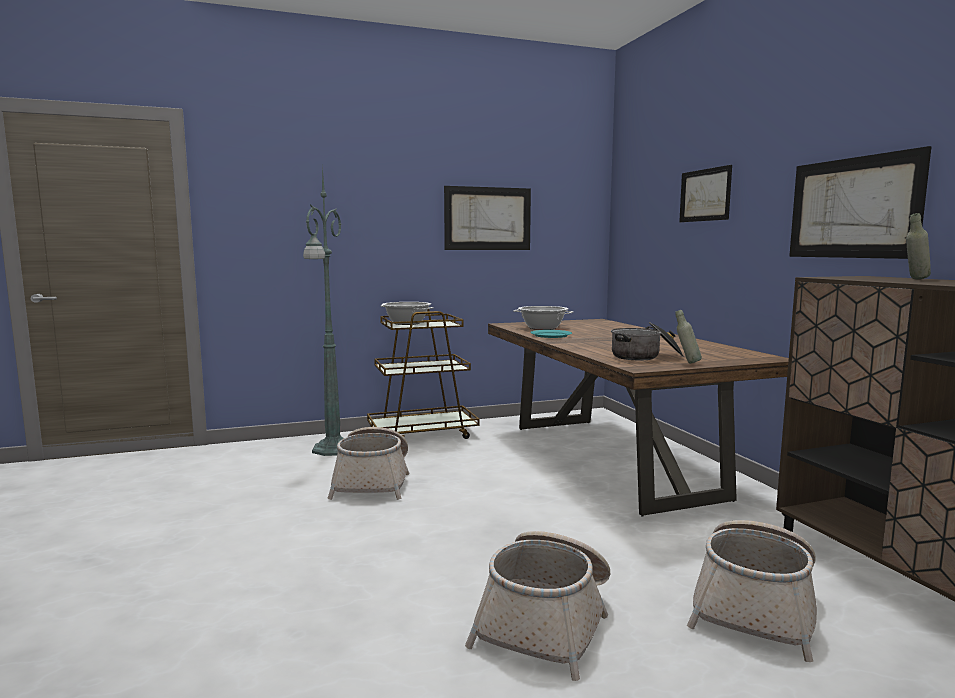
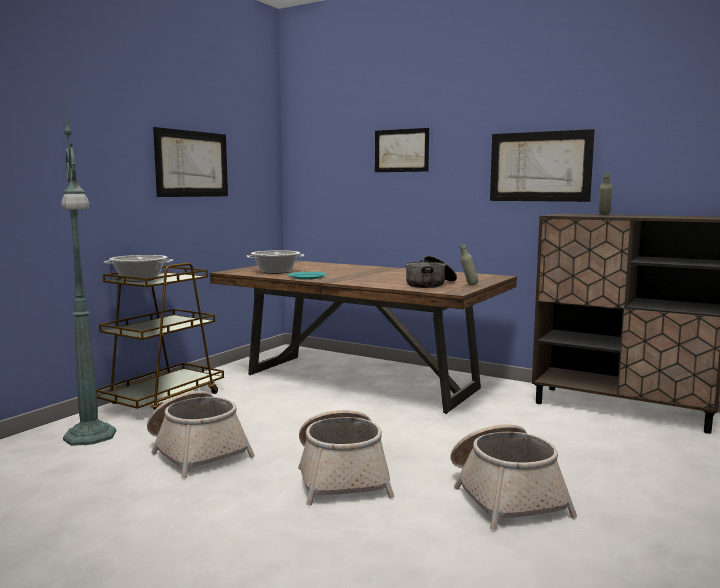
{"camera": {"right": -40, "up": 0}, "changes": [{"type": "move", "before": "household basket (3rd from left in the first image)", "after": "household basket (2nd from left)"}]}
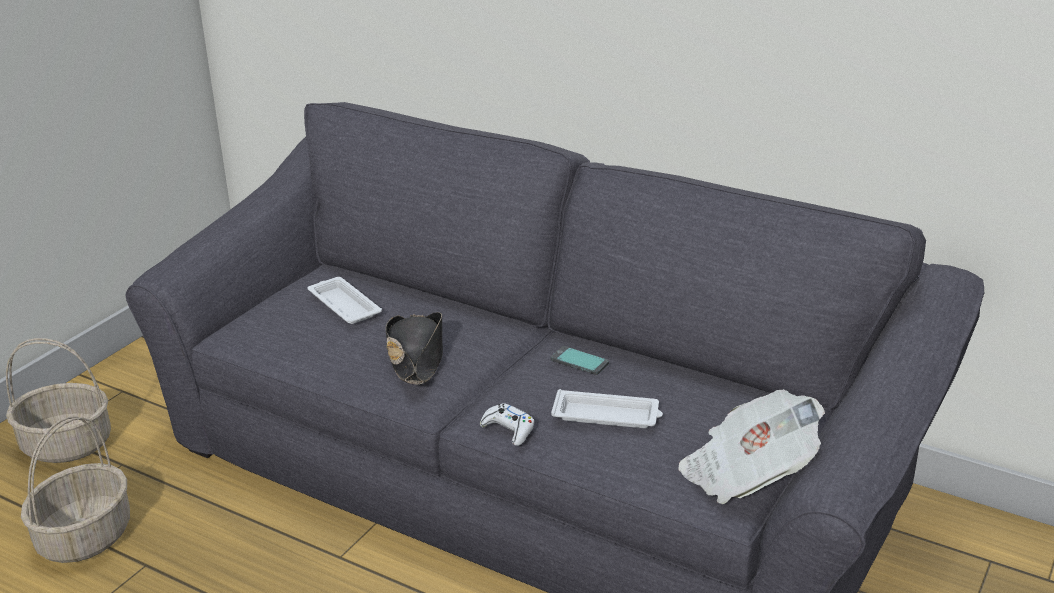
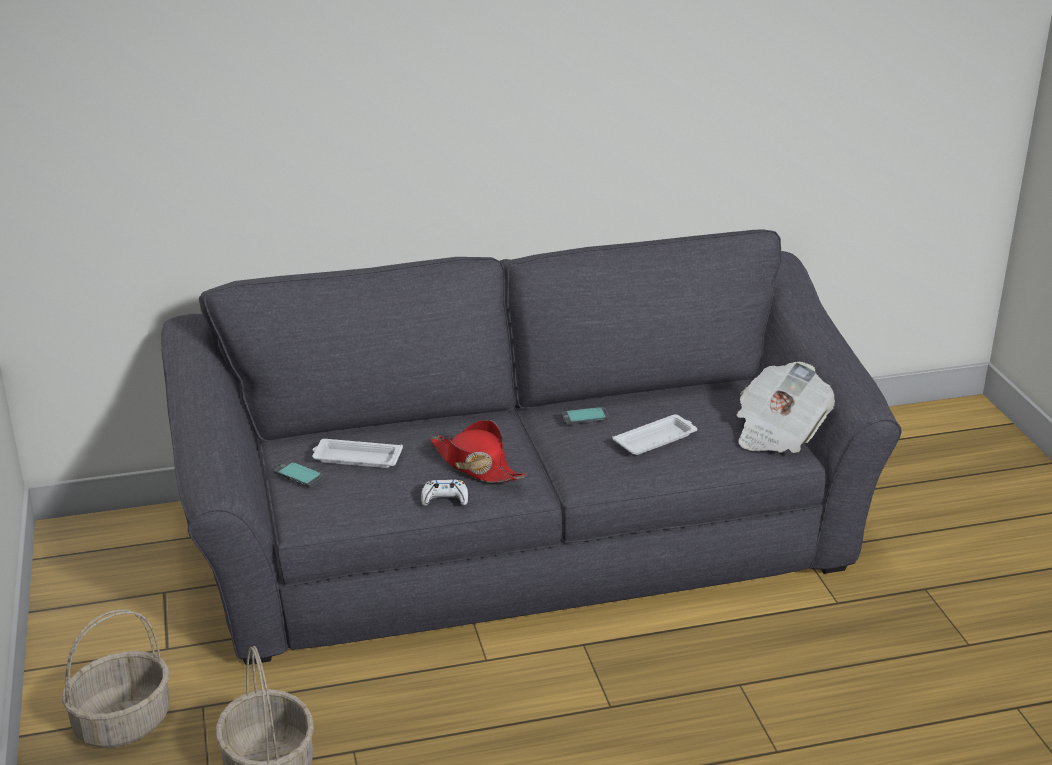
{"camera": {"right": -45, "up": 0}, "changes": [{"type": "insert", "after": "phone (1st from left)"}, {"type": "move", "before": "game controller/white"}, {"type": "recolor", "before": "clothing hat/black-coloured", "after": "clothing hat/red"}]}
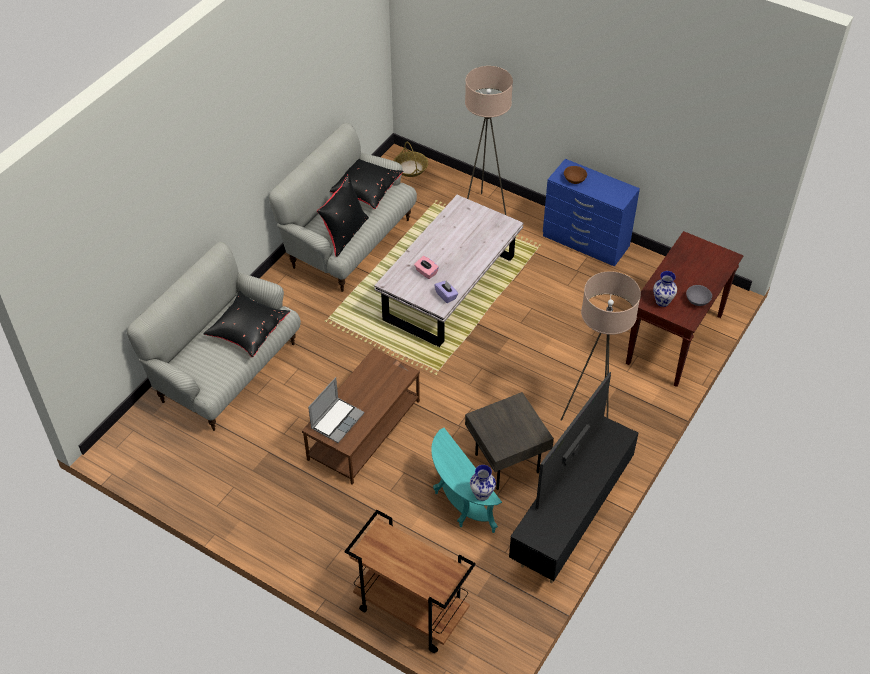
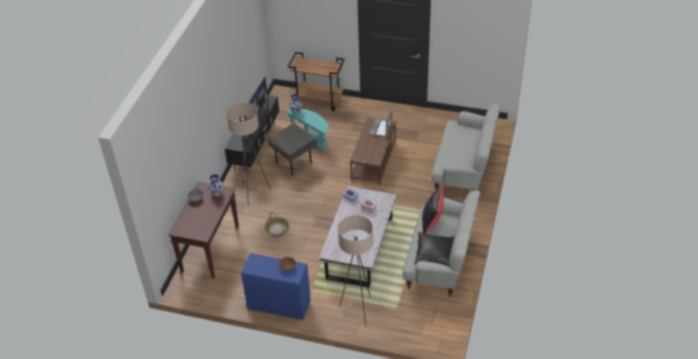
{"camera": {"right": 165, "up": -5}, "changes": [{"type": "move", "before": "household basket"}, {"type": "delete", "before": "pillow/black-coloured (1st from left)"}]}
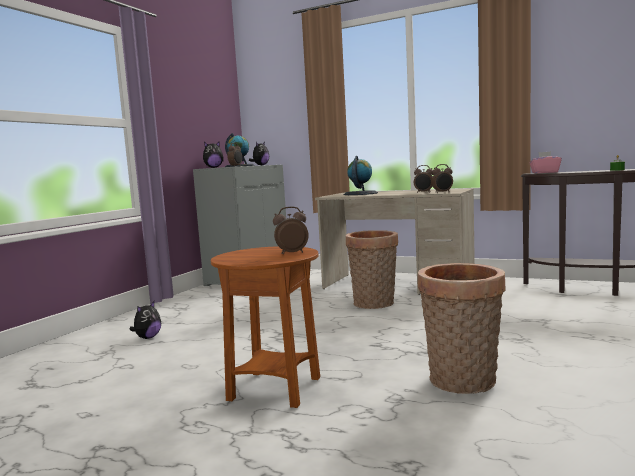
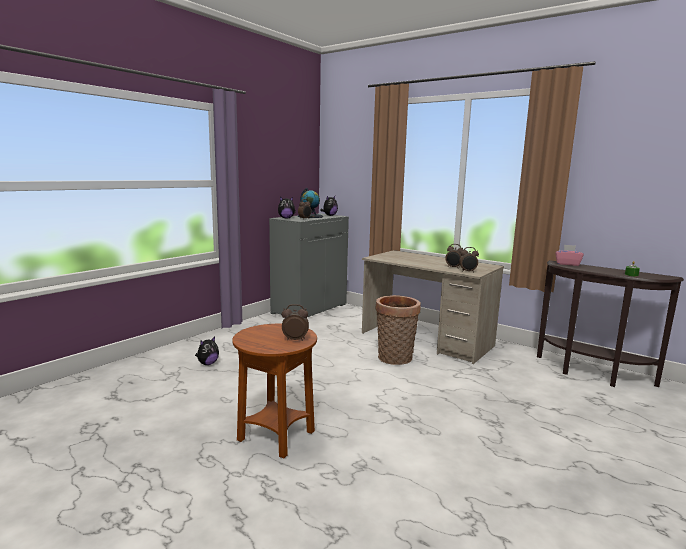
{"camera": {"right": 10, "up": 5}, "changes": [{"type": "delete", "before": "world globe (2nd from left)"}, {"type": "delete", "before": "household basket (2nd from left)"}]}
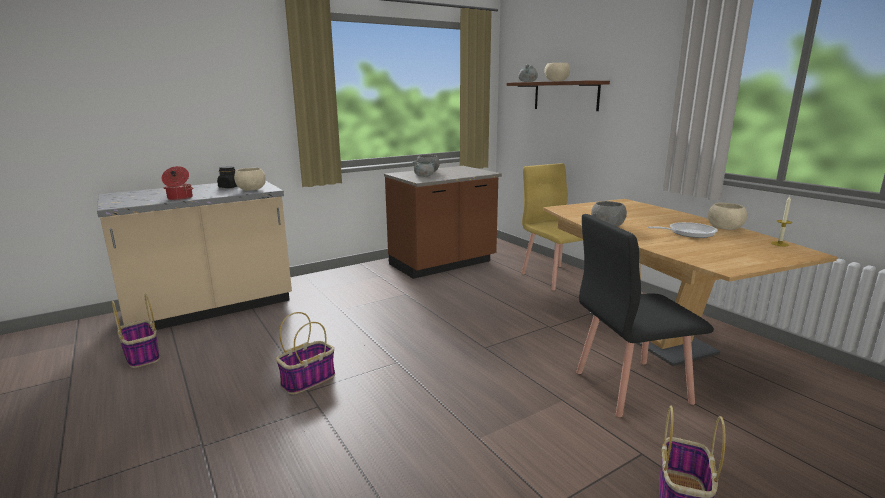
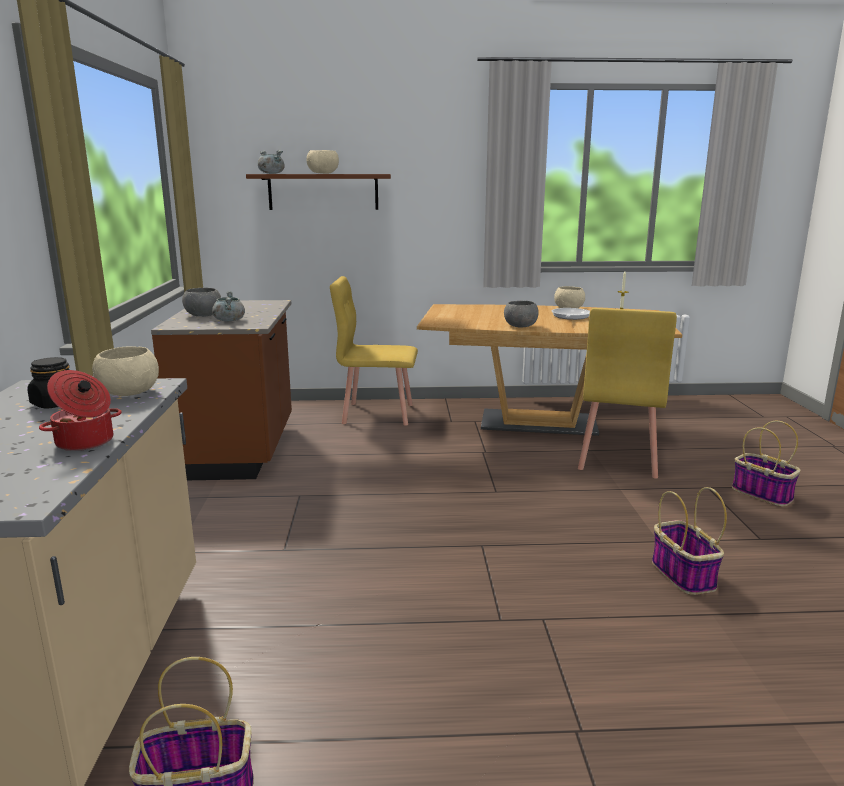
{"camera": {"right": -60, "up": 0}, "changes": [{"type": "recolor", "before": "plain chair/black-coloured", "after": "plain chair/yellowish (2nd from left)"}, {"type": "move", "before": "household basket (2nd from left)"}]}
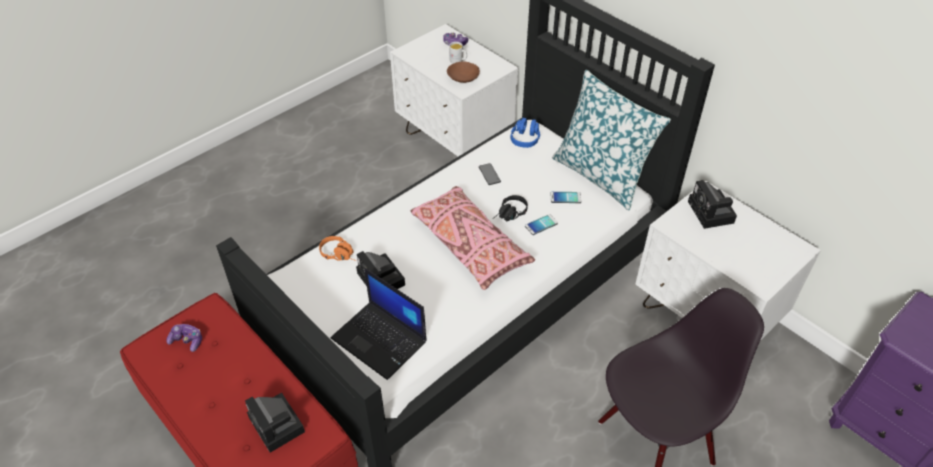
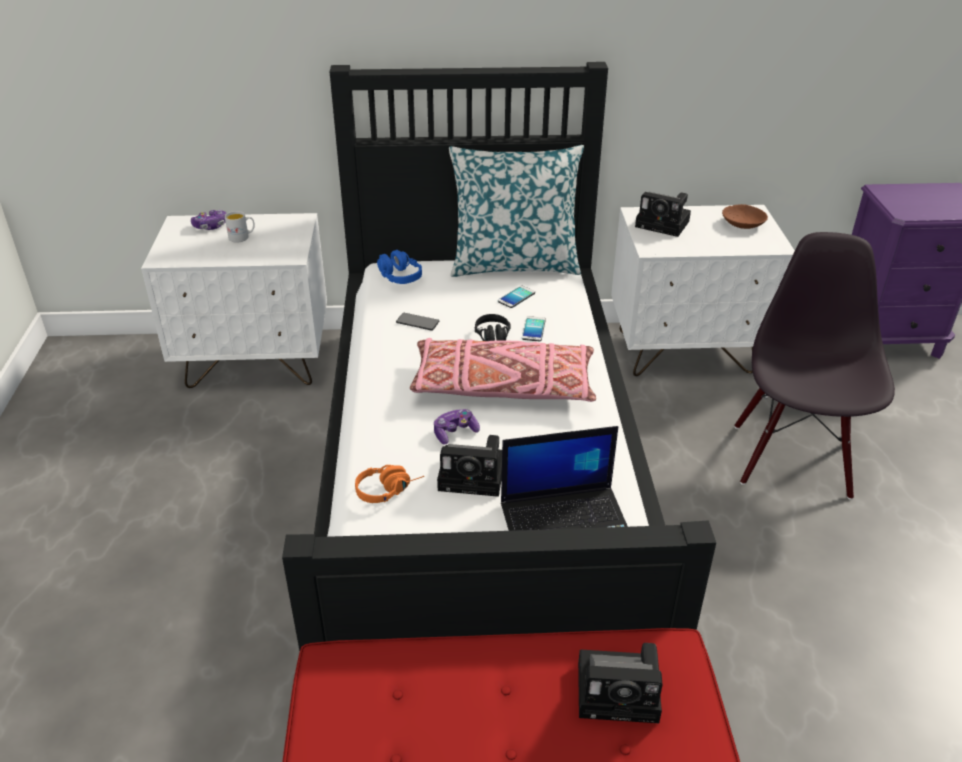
{"camera": {"right": -50, "up": -10}, "changes": [{"type": "move", "before": "game controller (1st from left in the first image)", "after": "game controller (2nd from left)"}, {"type": "move", "before": "serving bowl/brown-coloured"}]}
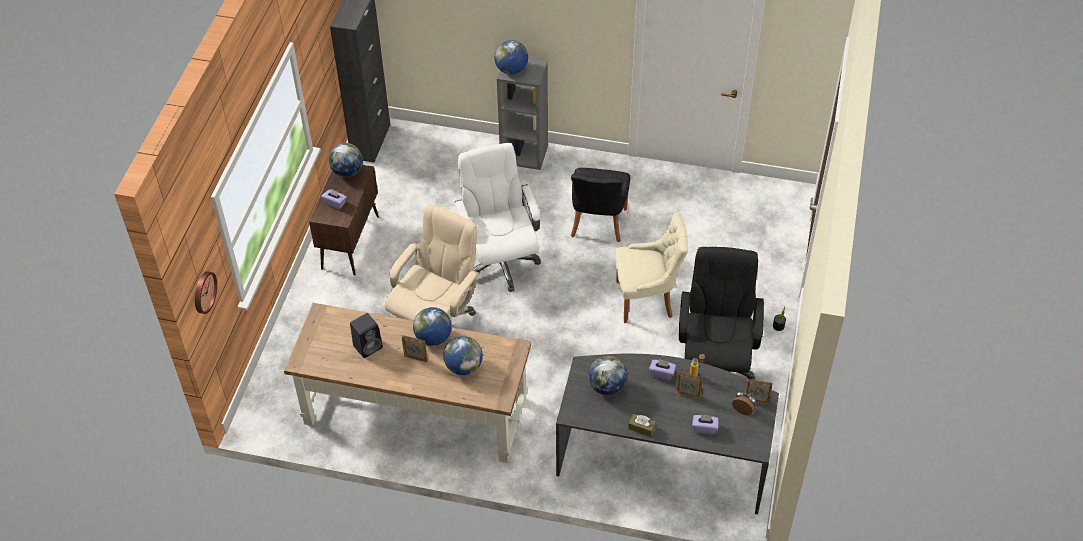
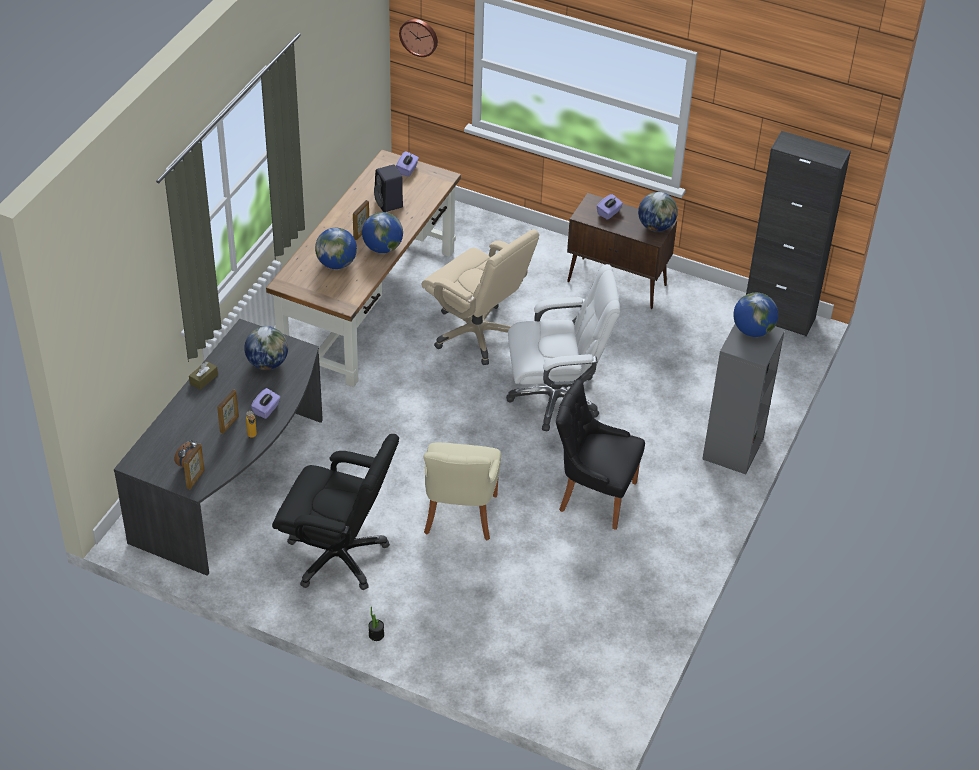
{"camera": {"right": 100, "up": -5}, "changes": [{"type": "move", "before": "box of tissues/purplish (3rd from left in the first image)", "after": "box of tissues/purplish (2nd from left)"}]}
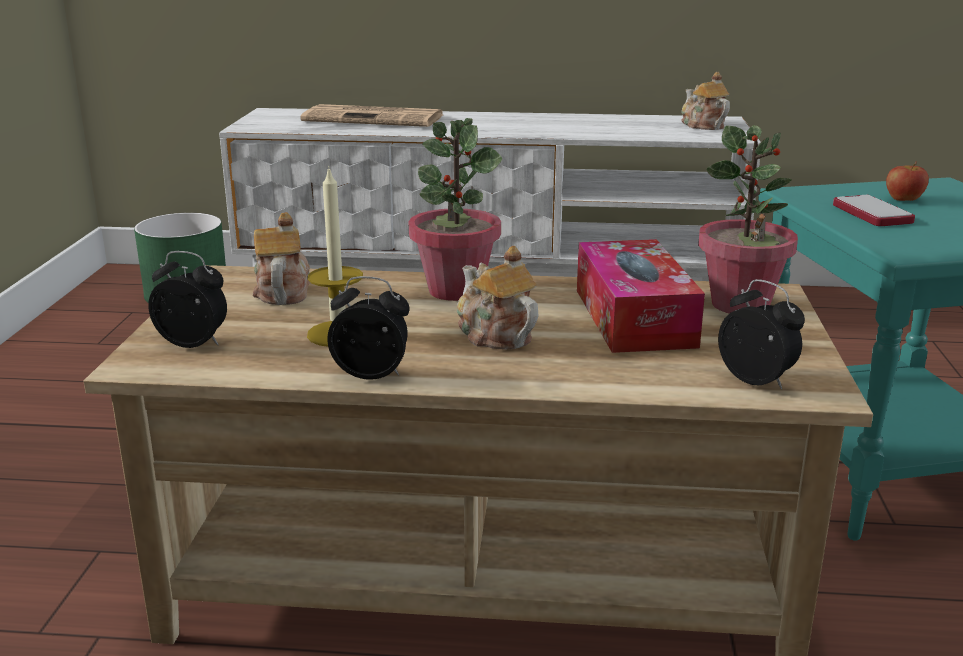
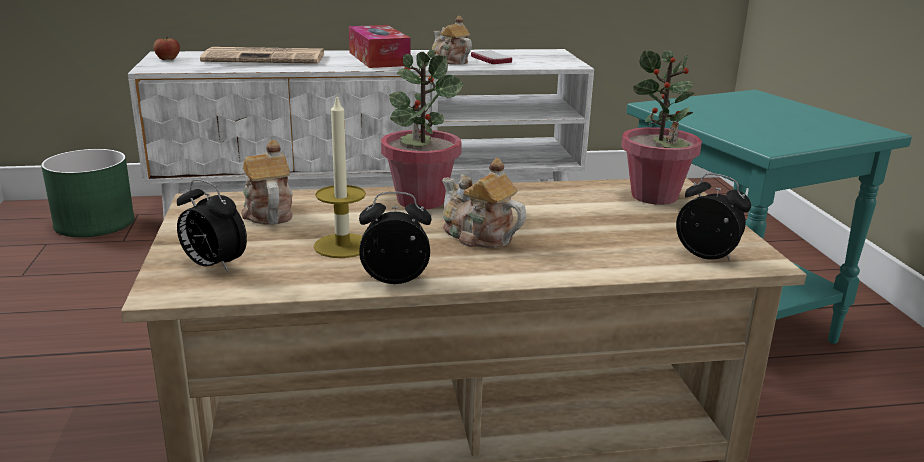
{"camera": {"right": -15, "up": 0}, "changes": [{"type": "move", "before": "whole apple"}, {"type": "rotate", "before": "table clock (1st from left)", "turn": -150}, {"type": "move", "before": "box of tissues"}, {"type": "move", "before": "teapot (3rd from left in the first image)", "after": "teapot (2nd from left)"}, {"type": "move", "before": "phone"}]}
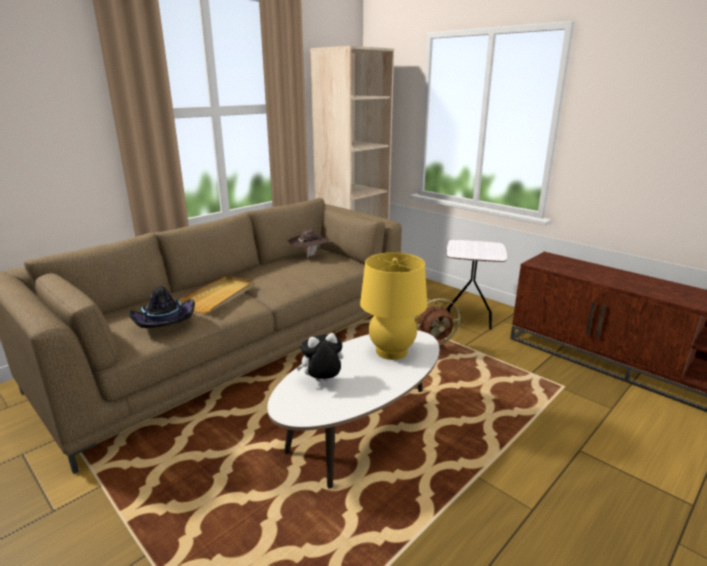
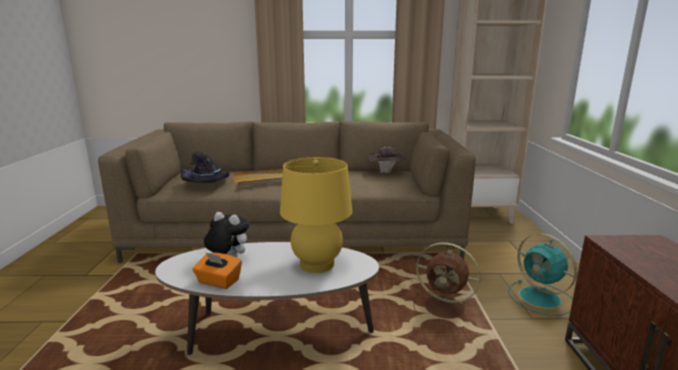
{"camera": {"right": 45, "up": -5}, "changes": [{"type": "insert", "after": "box of tissues/orange"}, {"type": "replace", "before": "side table/white", "after": "cooling fan/blue-green"}]}
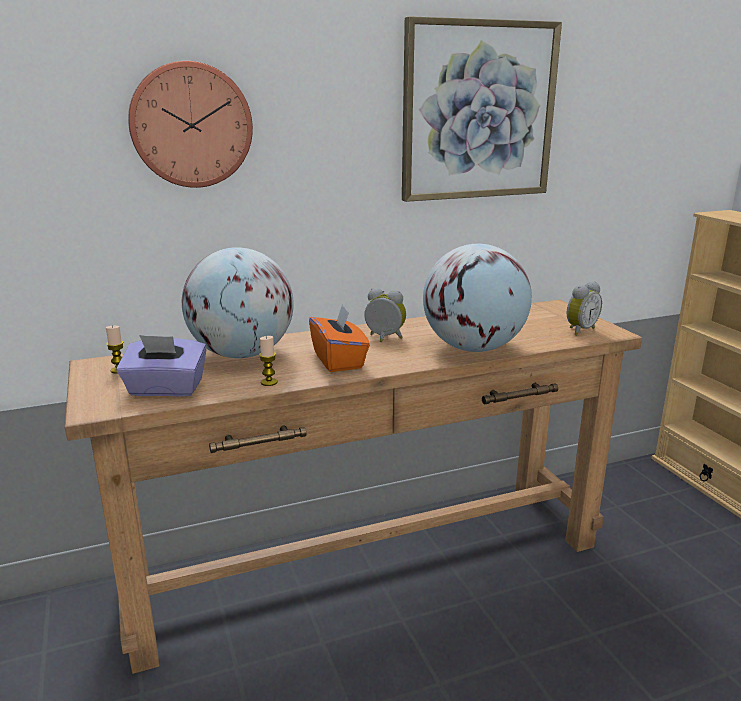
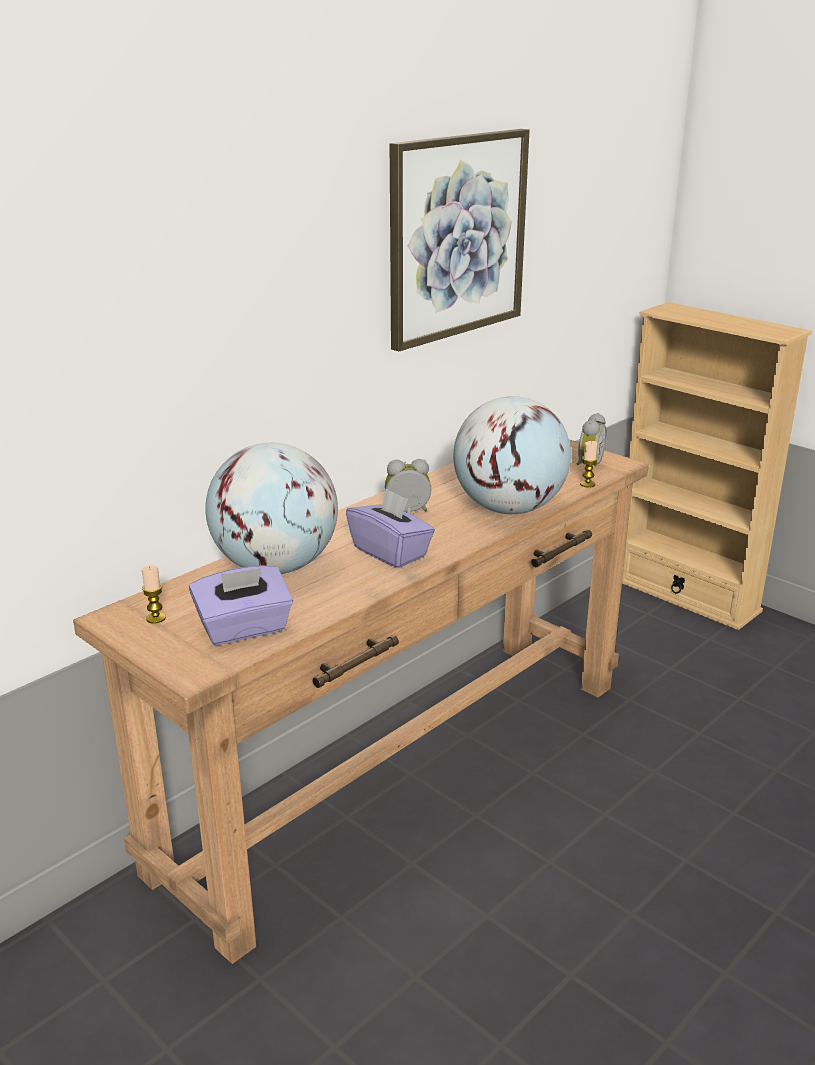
{"camera": {"right": -25, "up": 5}, "changes": [{"type": "recolor", "before": "box of tissues/orange", "after": "box of tissues/purplish (2nd from left)"}, {"type": "move", "before": "wax light (2nd from left)"}, {"type": "delete", "before": "clock on the wall"}]}
